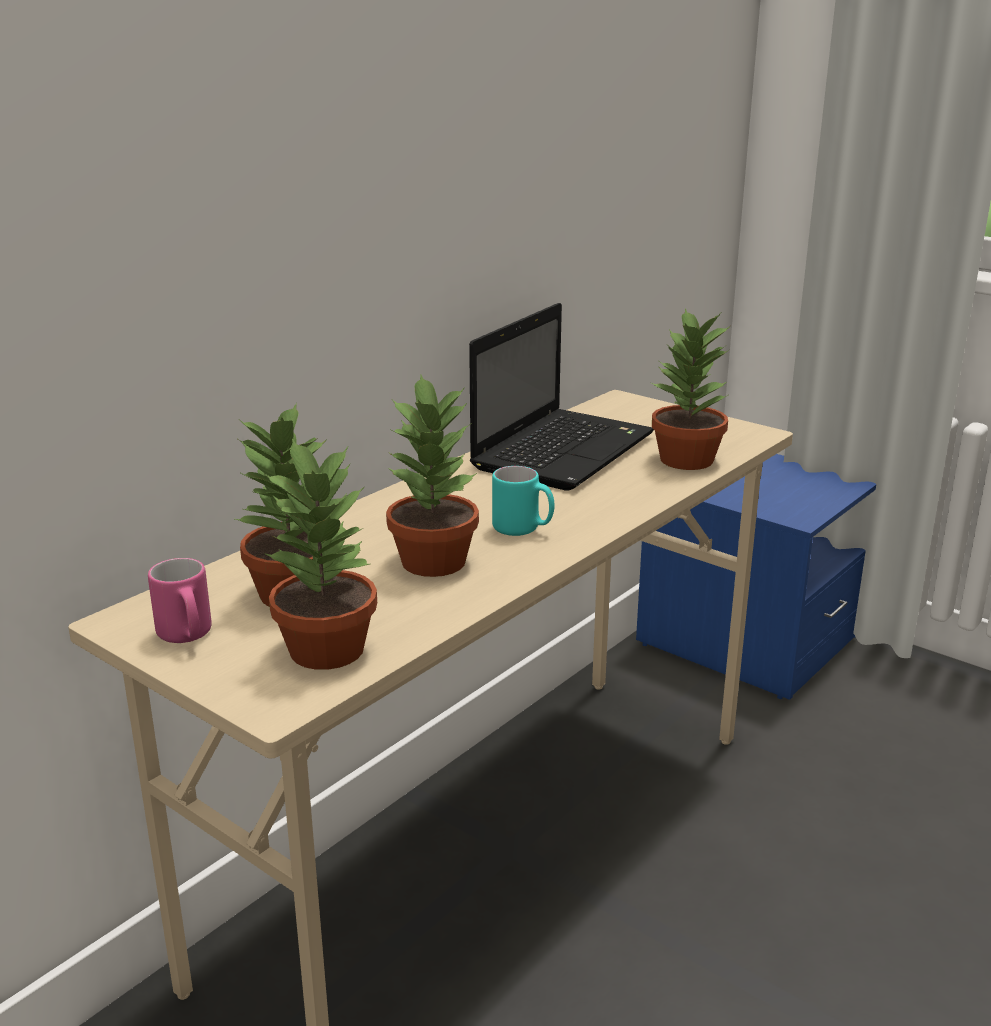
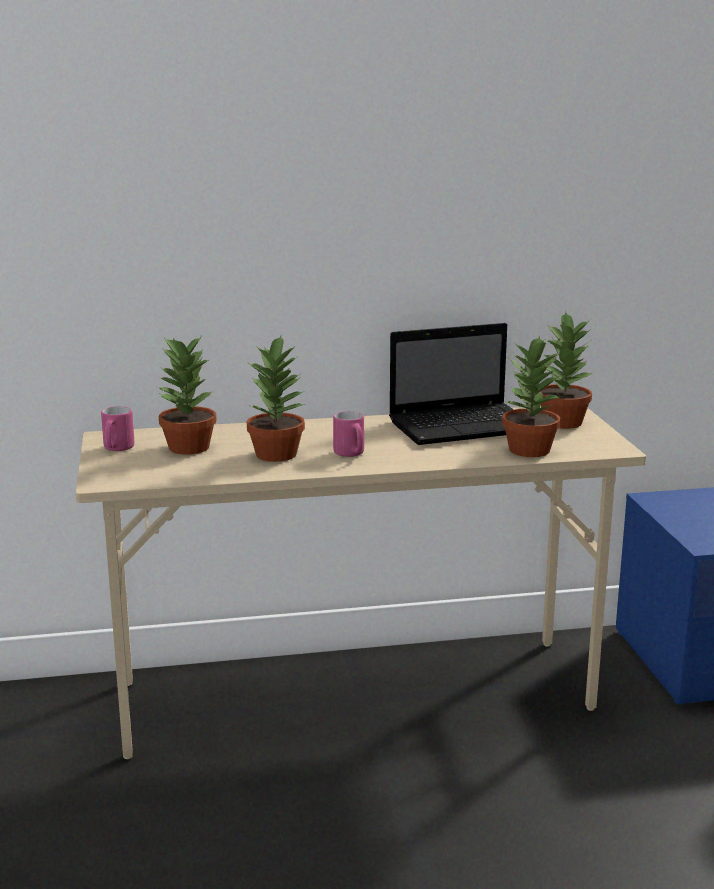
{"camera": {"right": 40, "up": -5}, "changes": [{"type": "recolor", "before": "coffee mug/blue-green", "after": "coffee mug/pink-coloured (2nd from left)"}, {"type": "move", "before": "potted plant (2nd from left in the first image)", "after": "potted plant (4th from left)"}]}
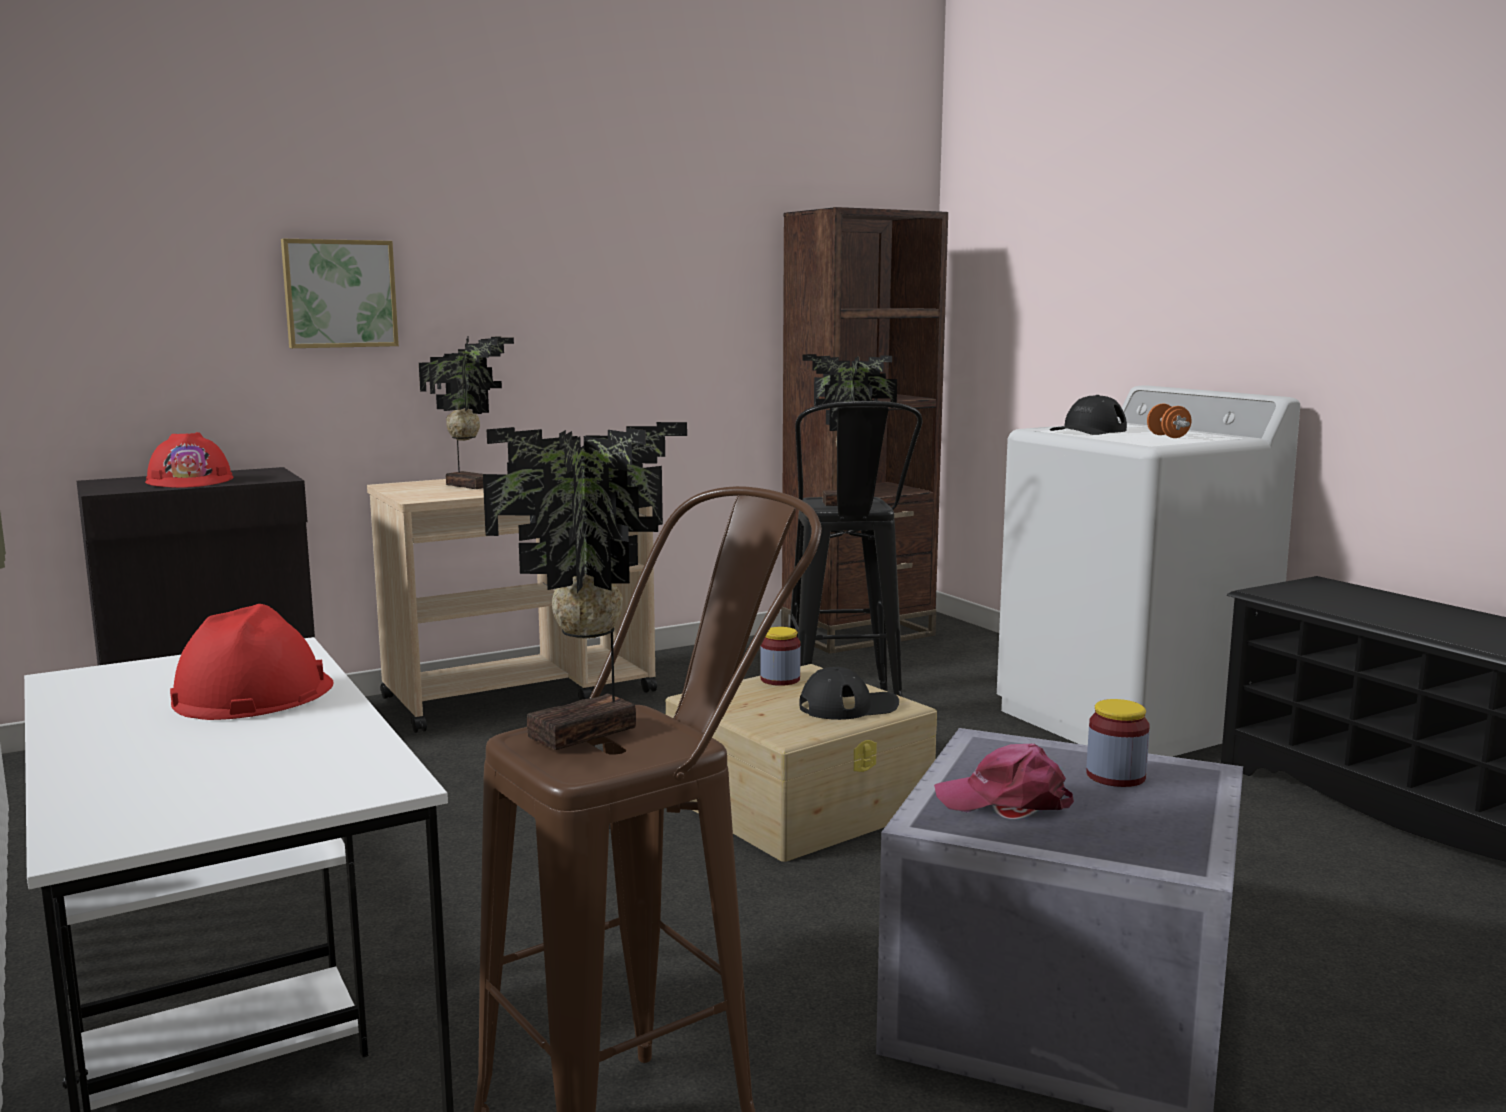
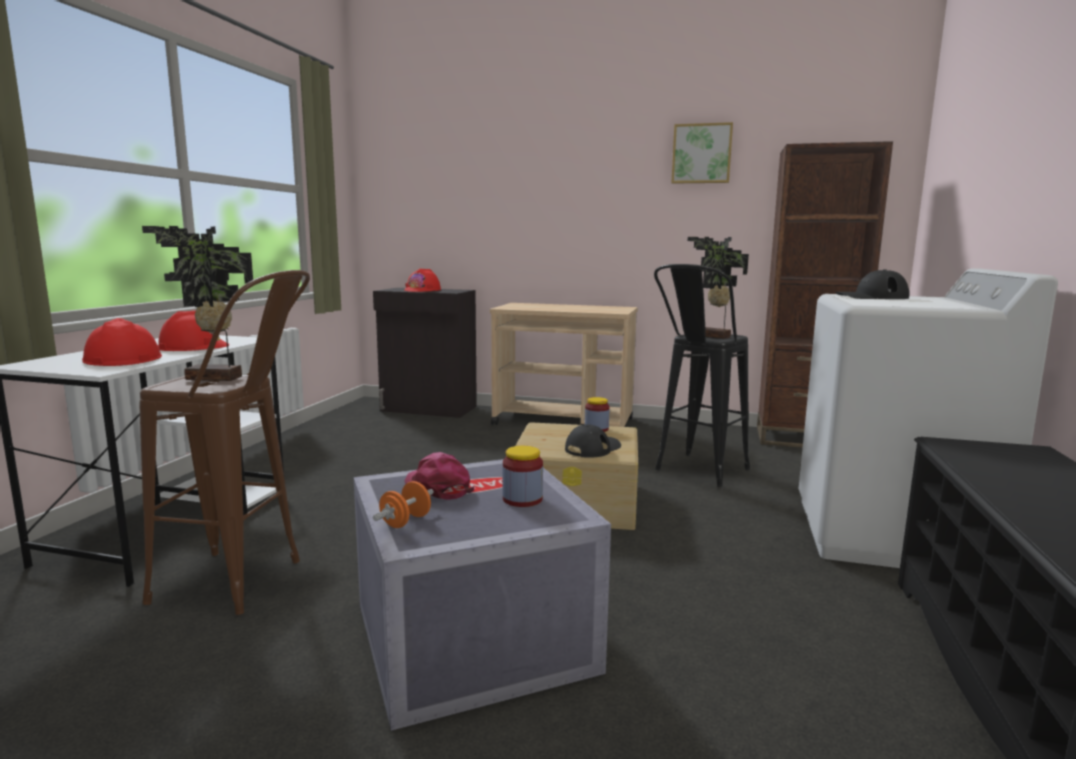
{"camera": {"right": 45, "up": 0}, "changes": [{"type": "insert", "after": "hard hat/red (1st from left)"}, {"type": "move", "before": "free weight/orange"}, {"type": "rotate", "before": "peaked cap/black-coloured (1st from left)", "turn": -75}, {"type": "move", "before": "wall art"}, {"type": "delete", "before": "potted plant (1st from left)"}]}
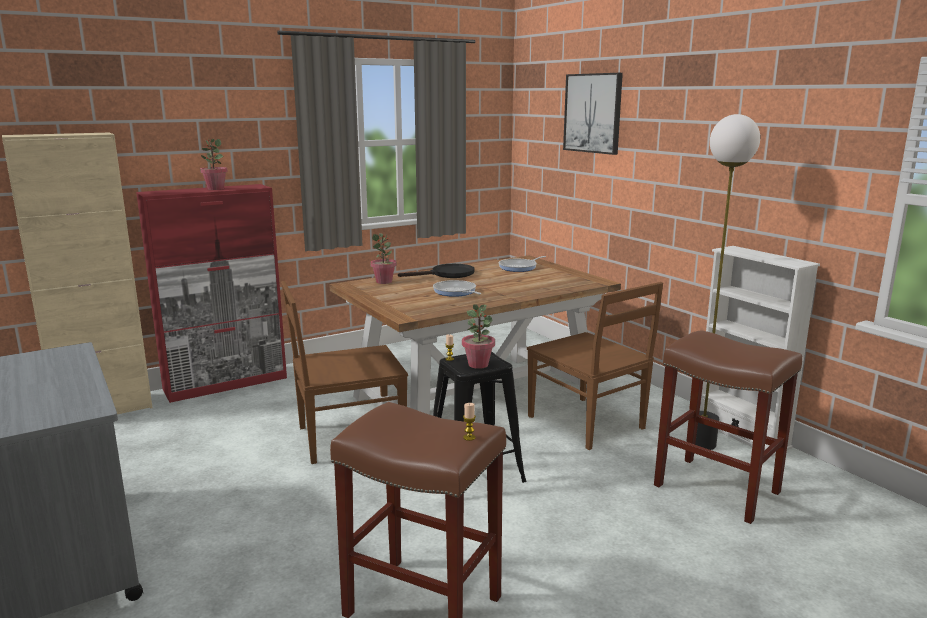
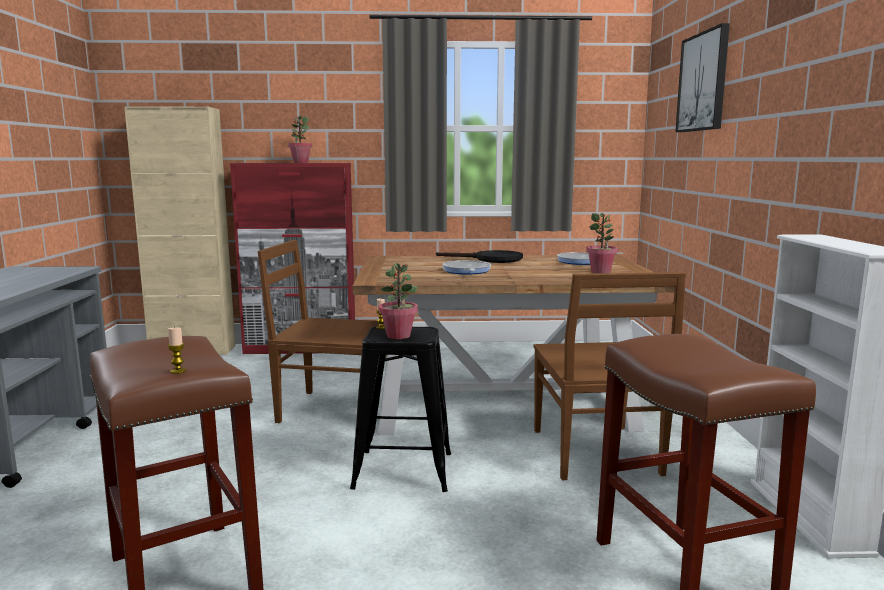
{"camera": {"right": 30, "up": -5}, "changes": [{"type": "move", "before": "potted plant (2nd from left in the first image)", "after": "potted plant (3rd from left)"}, {"type": "delete", "before": "floor lamp"}]}
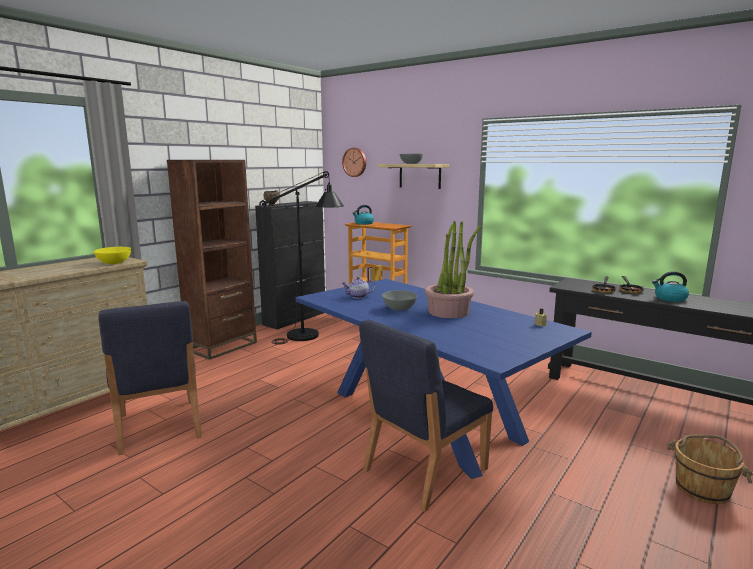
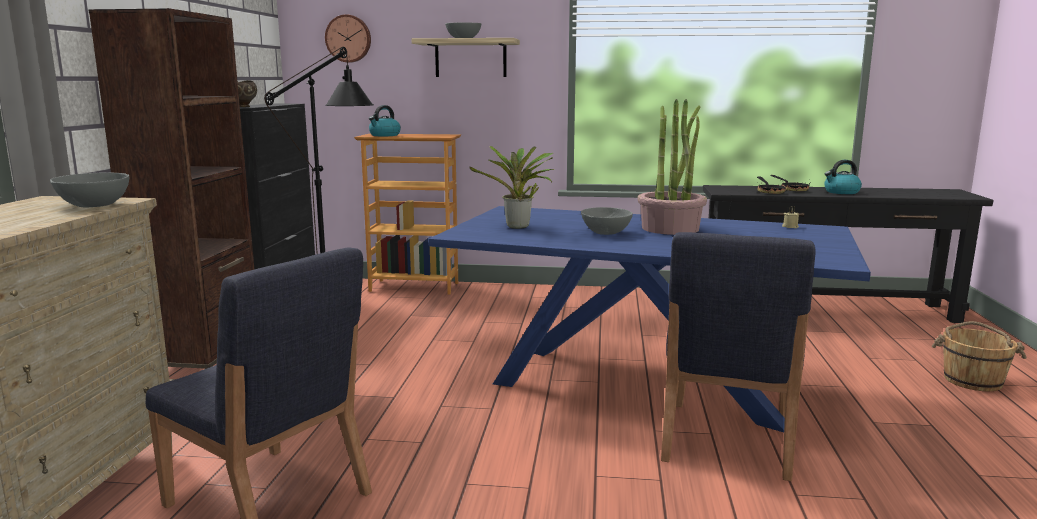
{"camera": {"right": -30, "up": 0}, "changes": [{"type": "recolor", "before": "serving bowl/yellowish", "after": "serving bowl/grey (1st from left)"}, {"type": "replace", "before": "teapot", "after": "potted plant (1st from left)"}]}
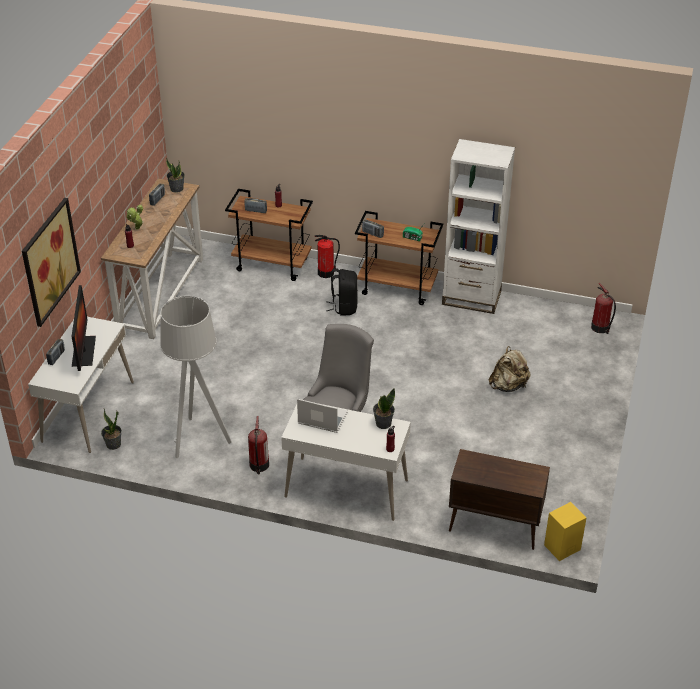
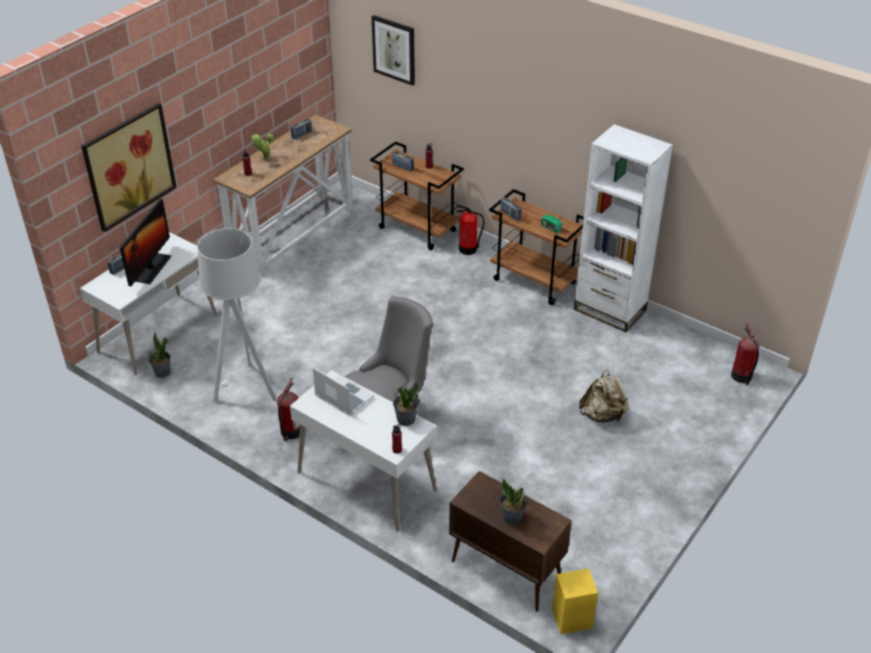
{"camera": {"right": 20, "up": 0}, "changes": [{"type": "insert", "after": "wall art (2nd from left)"}, {"type": "move", "before": "potted plant (3rd from left in the first image)", "after": "potted plant (4th from left)"}, {"type": "delete", "before": "backpack/black-coloured"}]}
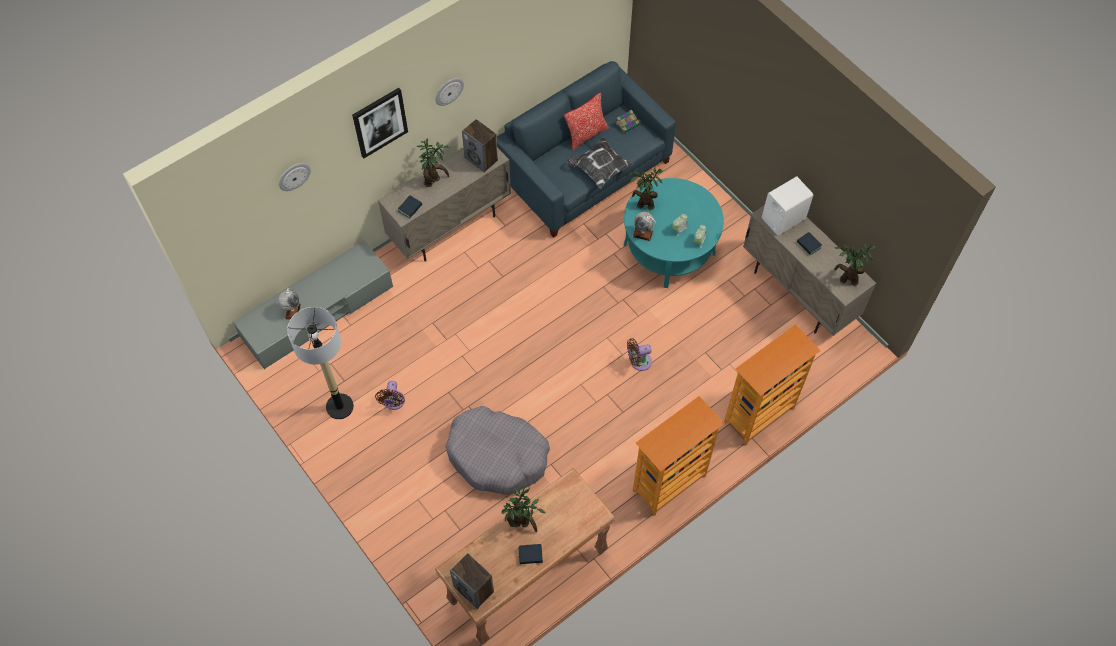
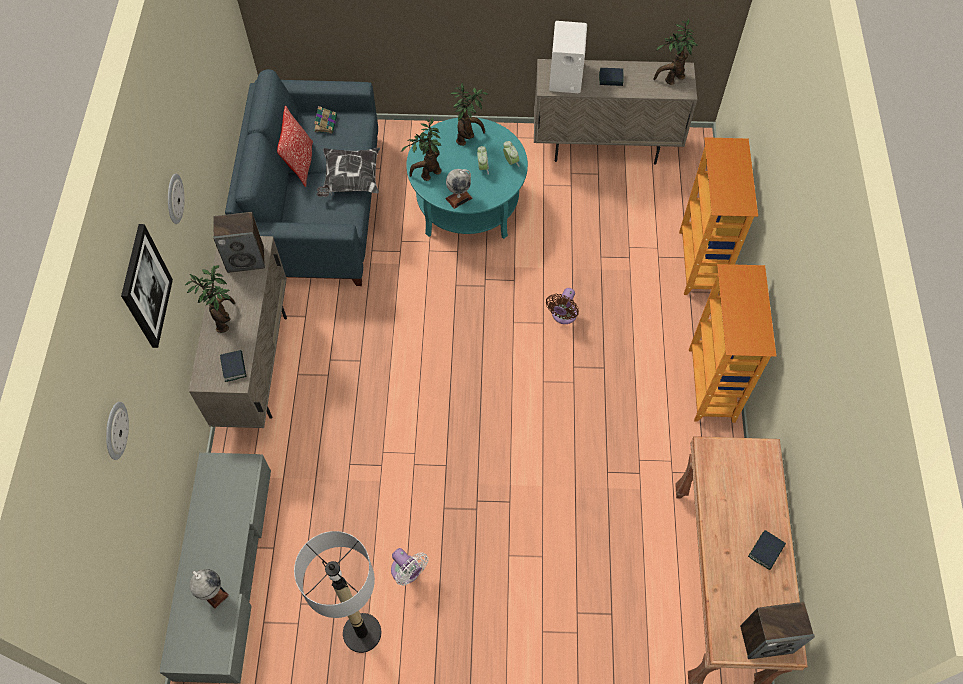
{"camera": {"right": -50, "up": 0}, "changes": [{"type": "recolor", "before": "cooling fan/brown-coloured (1st from left)", "after": "cooling fan/white"}, {"type": "move", "before": "potted plant (2nd from left in the first image)", "after": "potted plant (3rd from left)"}, {"type": "delete", "before": "dog cushion/grey"}]}
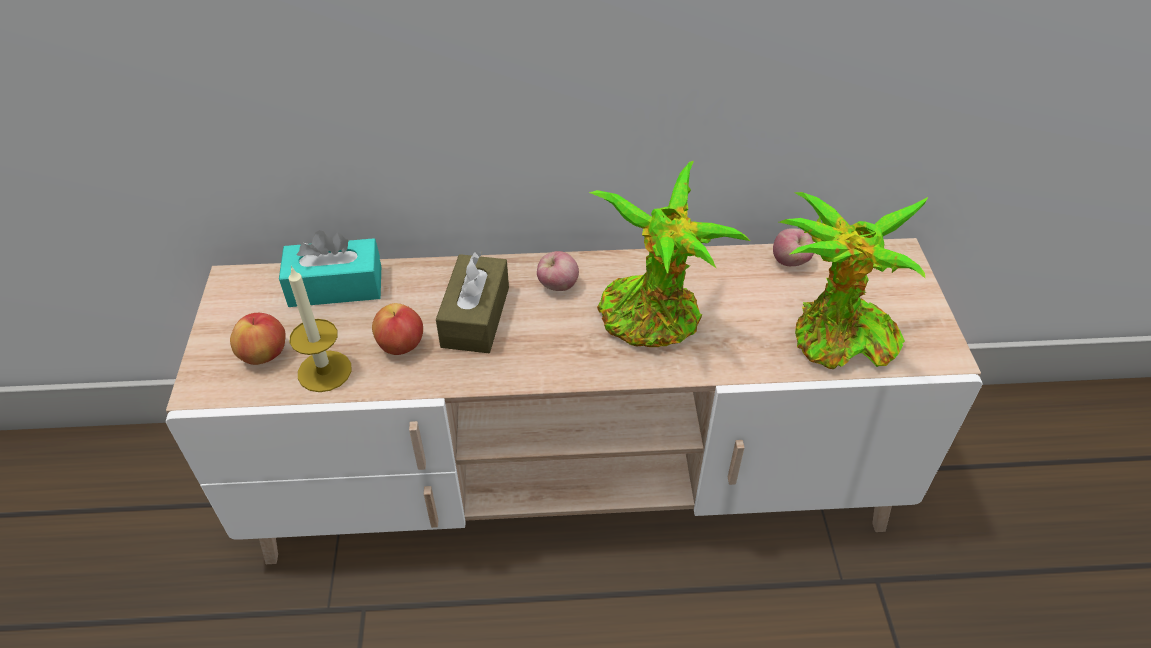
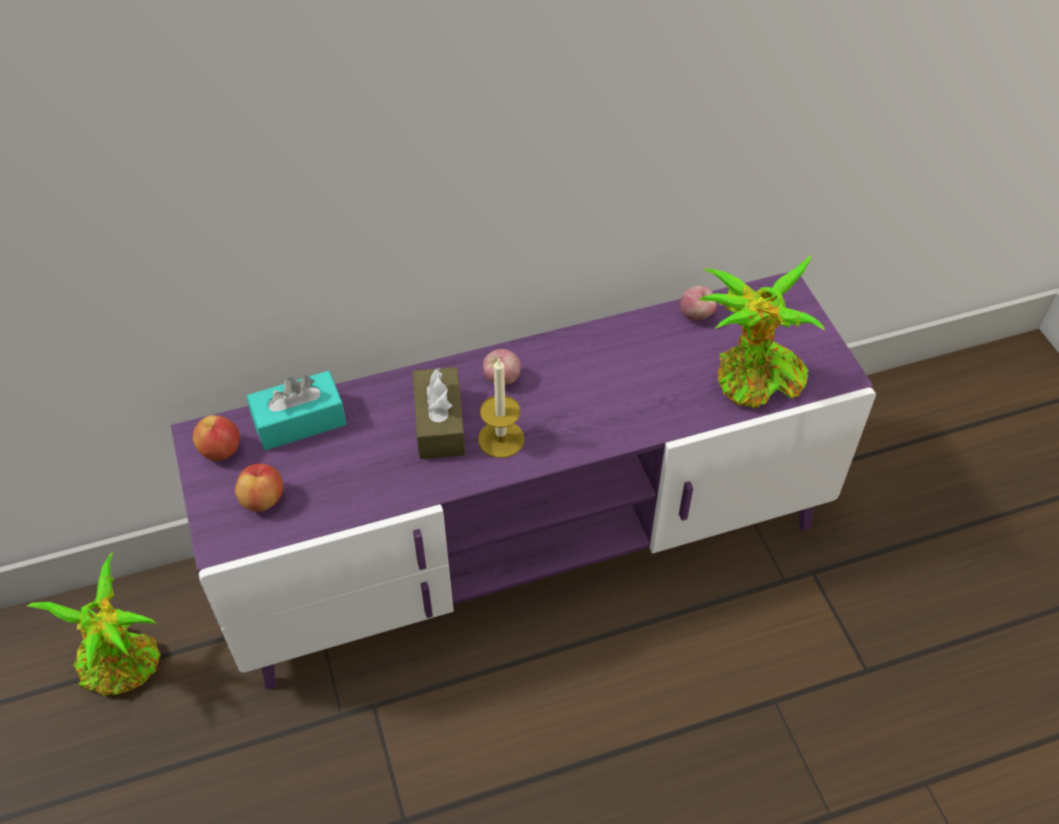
{"camera": {"right": -15, "up": 5}, "changes": [{"type": "move", "before": "potted plant (1st from left)"}, {"type": "recolor", "before": "tv stand/beige", "after": "tv stand/purplish"}, {"type": "move", "before": "whole apple (2nd from left in the first image)", "after": "whole apple (1st from left)"}, {"type": "move", "before": "wax light"}]}
